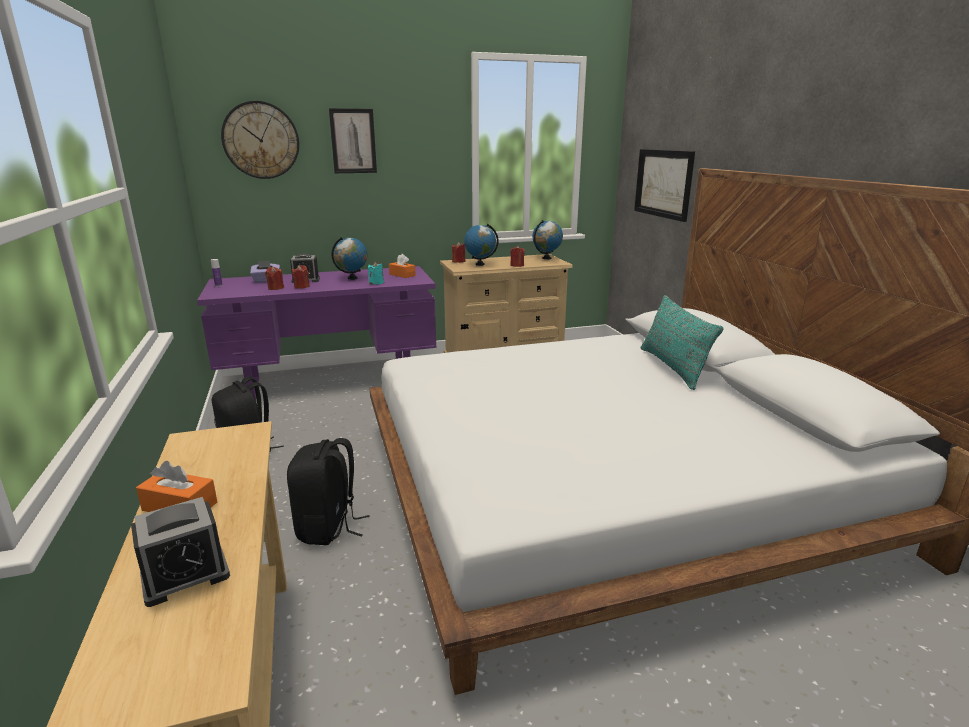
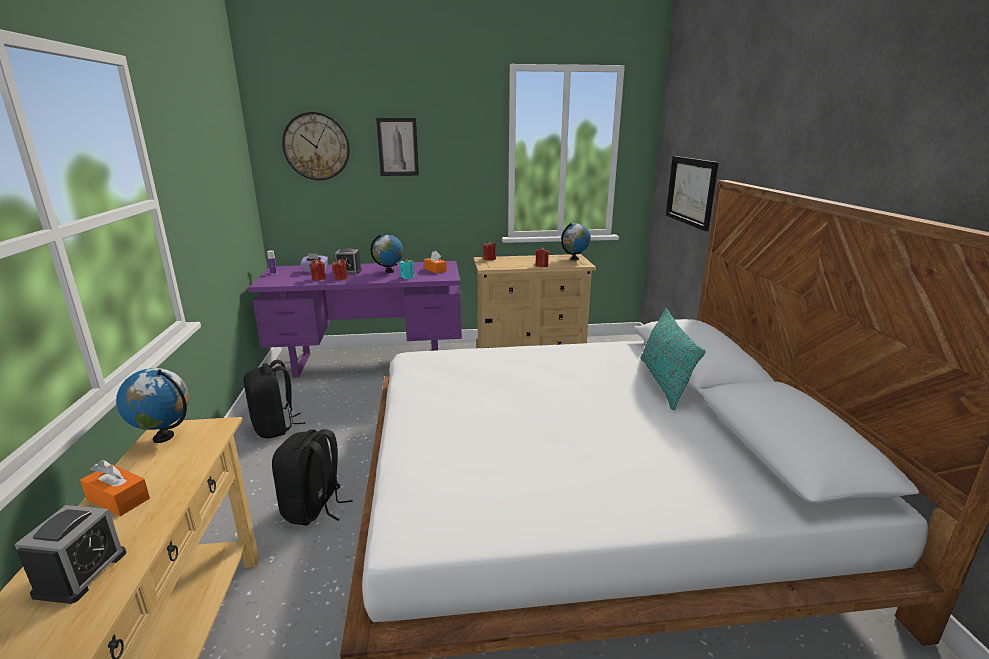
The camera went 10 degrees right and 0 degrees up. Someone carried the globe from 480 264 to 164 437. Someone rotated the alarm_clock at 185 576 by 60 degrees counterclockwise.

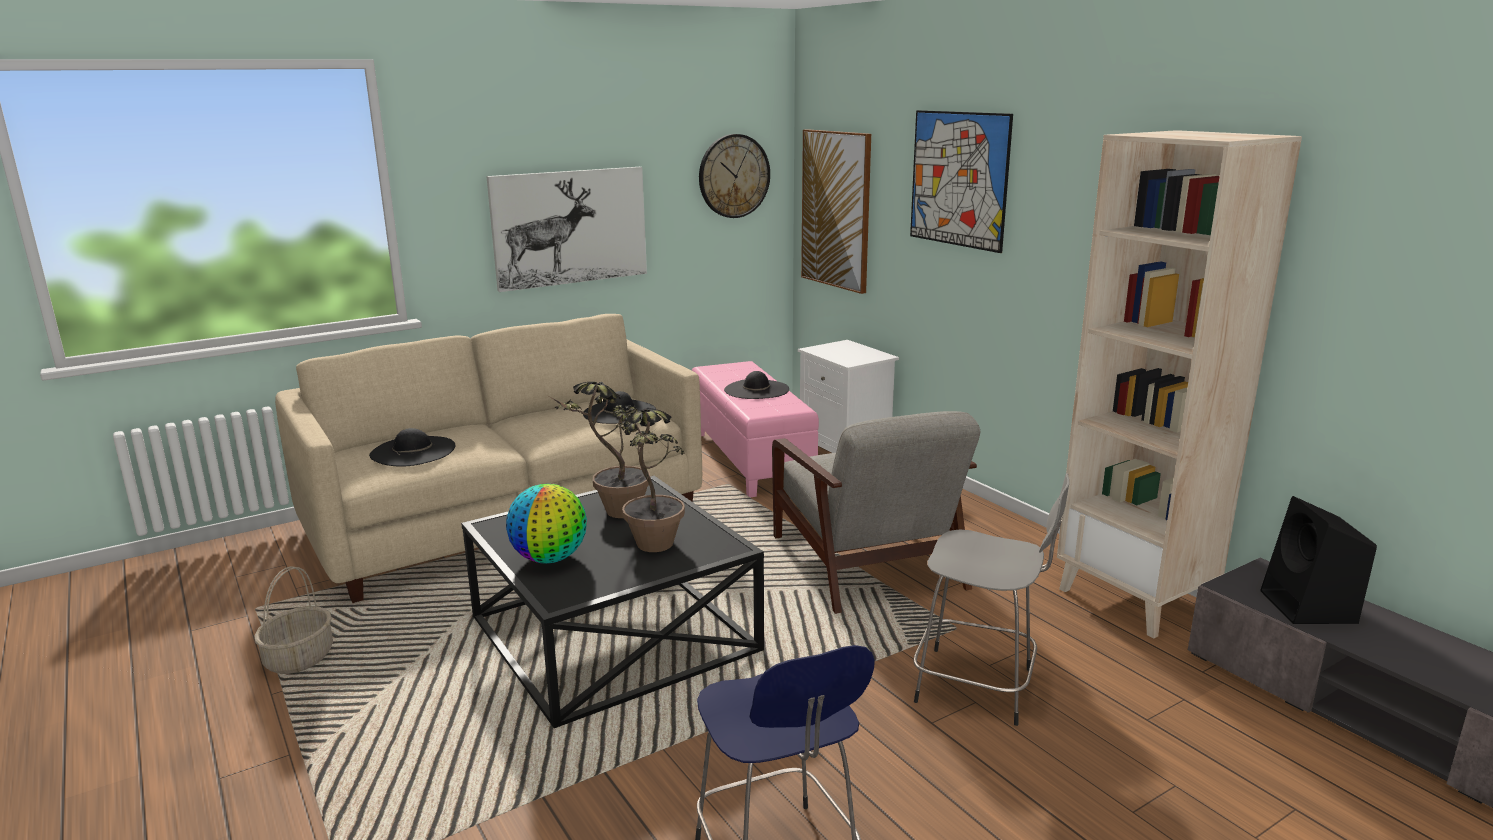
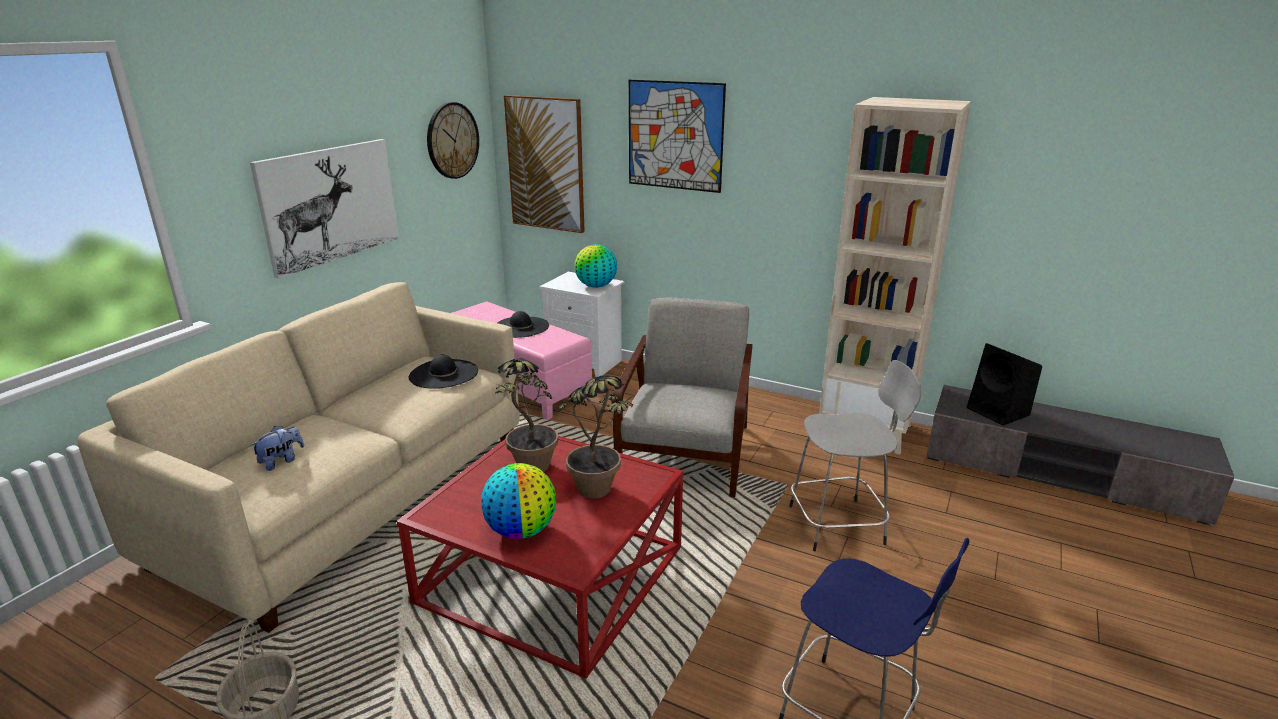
The camera went 30 degrees left and 5 degrees up. Someone rotated the grey_armchair at 868 563 by 120 degrees counterclockwise. Someone swapped the black_hat at 413 451 for the plush_toy at 281 461. Someone repainted the black_coffee_table at 613 633, which became the red_coffee_table at 551 574. Someone put down the globe at 596 286.

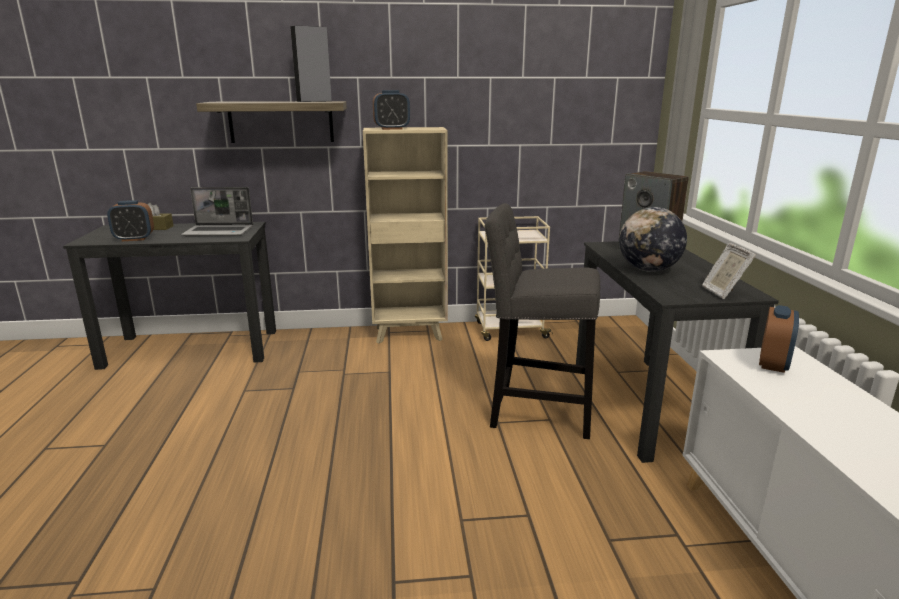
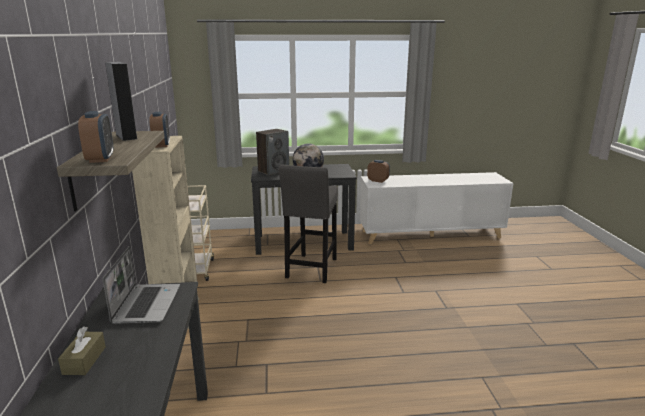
The camera went 90 degrees left and 0 degrees up. Someone carried the alarm_clock from 134 239 to 100 159. Someone took away the picture_frame at 723 292.

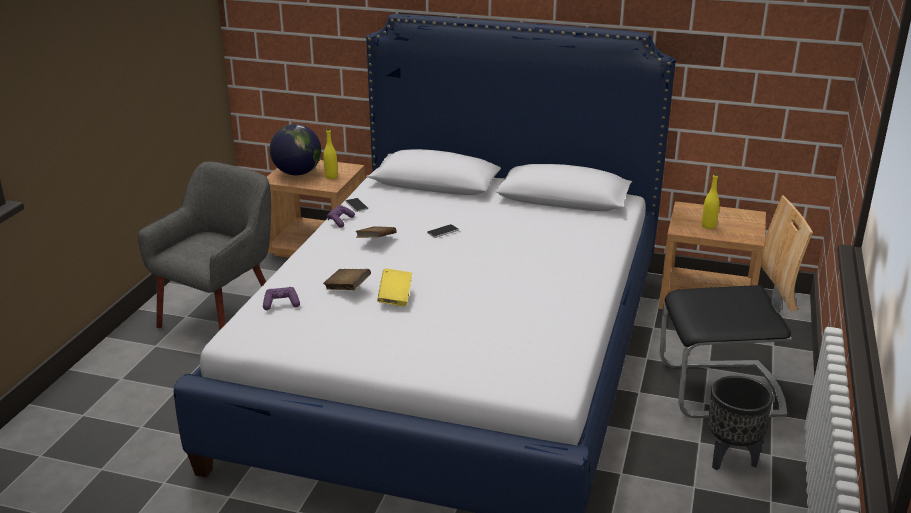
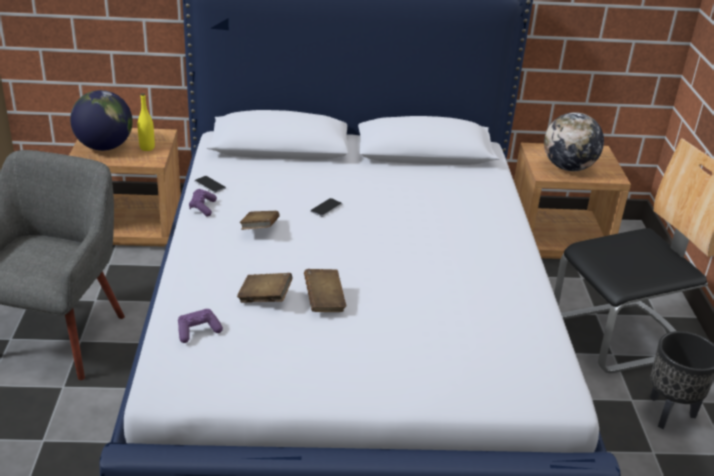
The camera went 20 degrees left and 5 degrees up. Someone swapped the yellow_bottle at 708 226 for the globe at 568 167. Someone repainted the yellow_book at 395 297, which became the brown_book at 324 301.

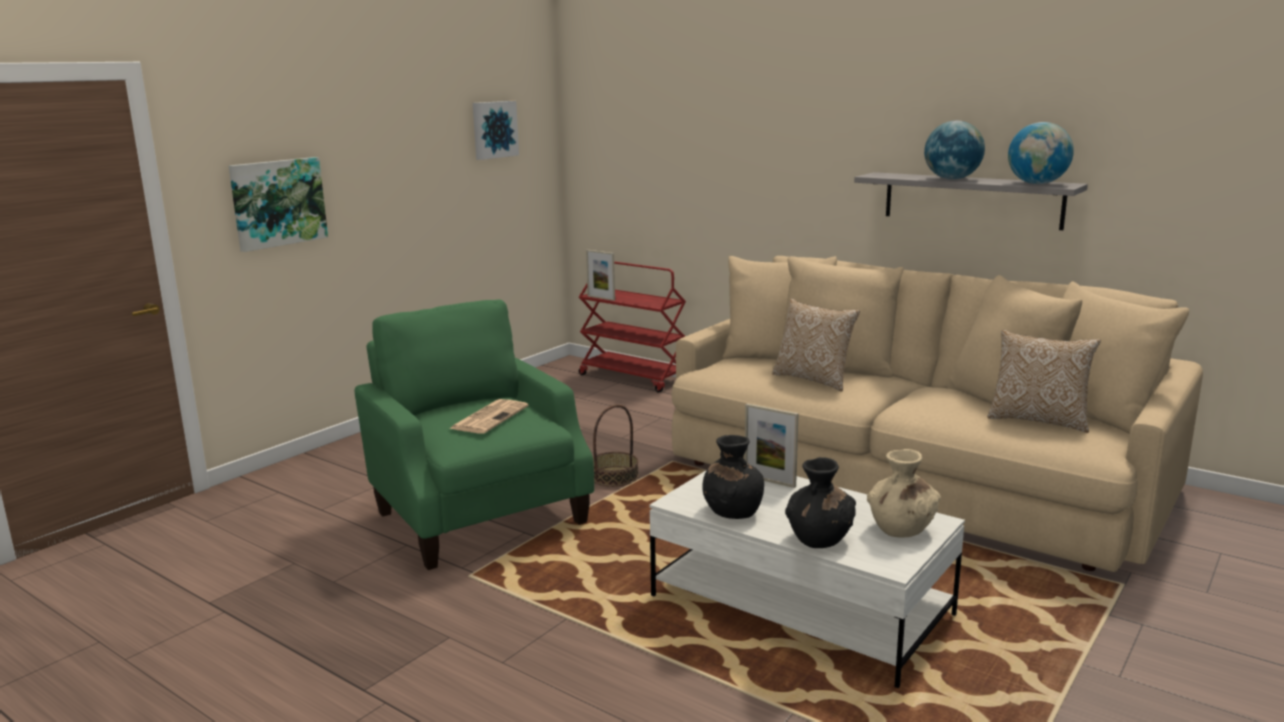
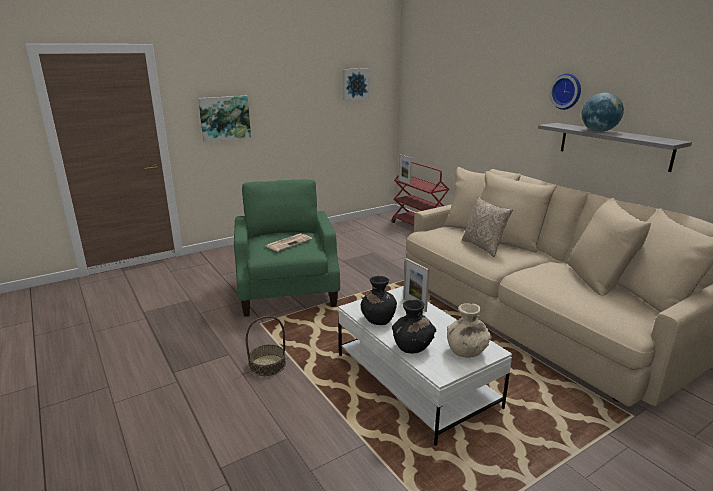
The camera went 20 degrees right and 5 degrees up. Someone took away the globe at 1037 183. Someone took away the pillow at 1038 420. Someone carried the basket from 614 476 to 267 365. Someone put up the wall_clock at 567 91.

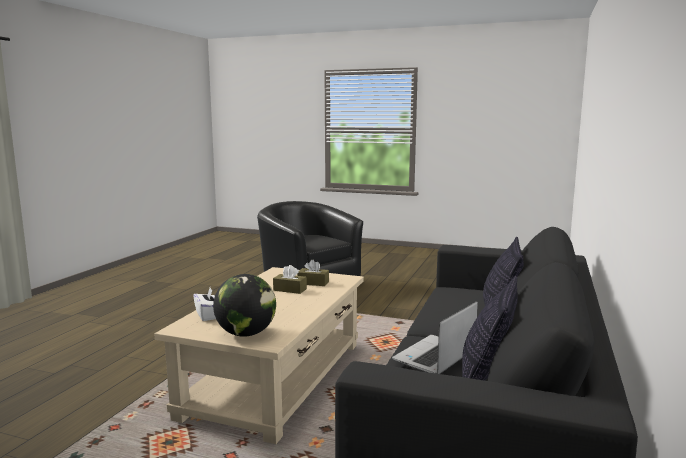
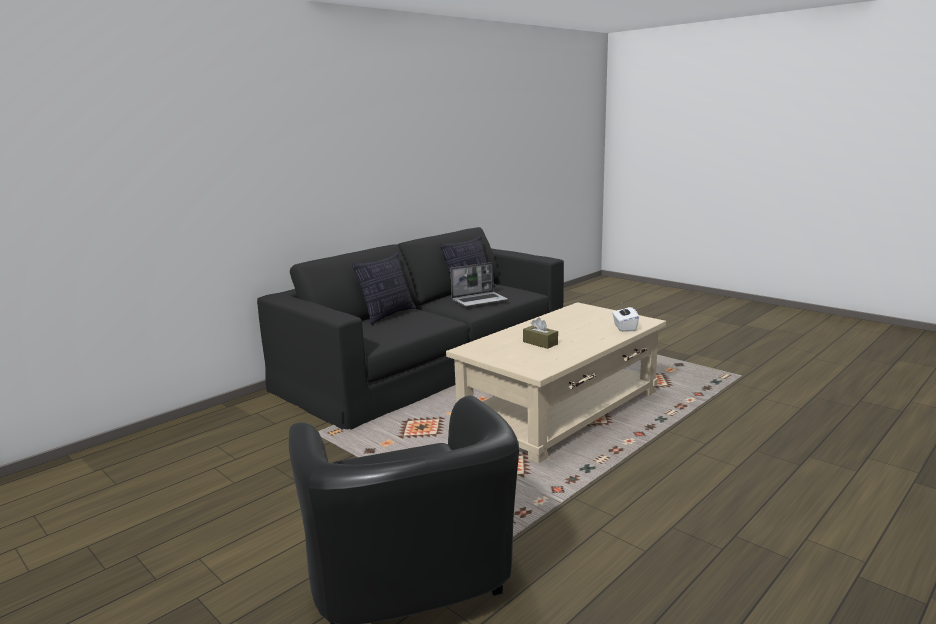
The camera went 155 degrees left and 5 degrees up. Someone took away the brown_tissue_box at 313 283. Someone took away the globe at 246 334.

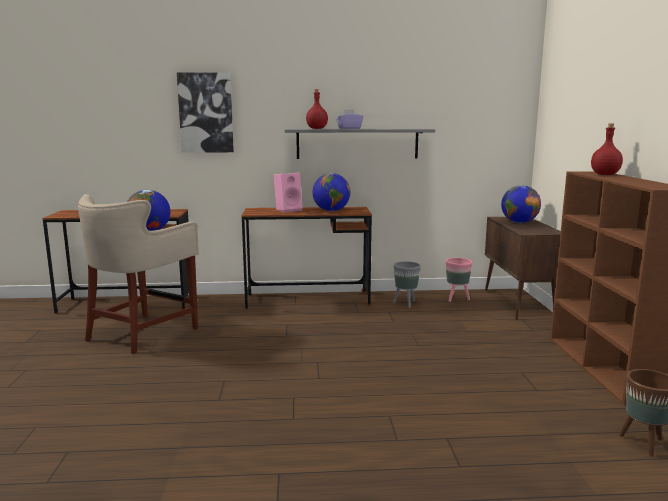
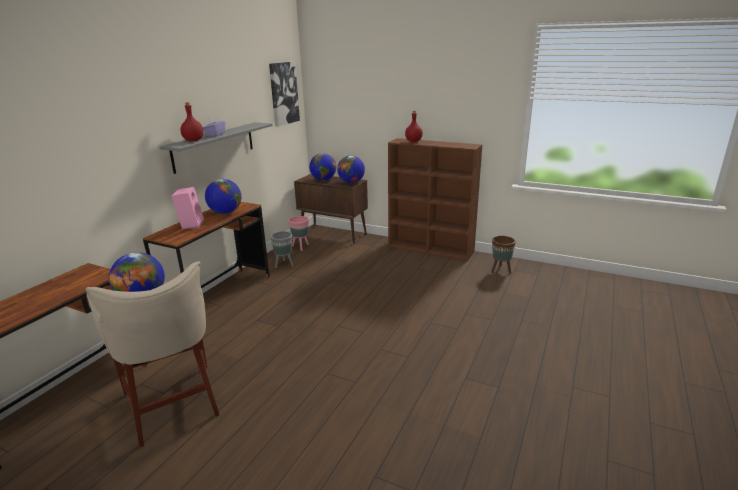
The camera went 60 degrees left and 10 degrees up. Someone carried the picture from 206 113 to 283 93. Someone put down the globe at 351 182.

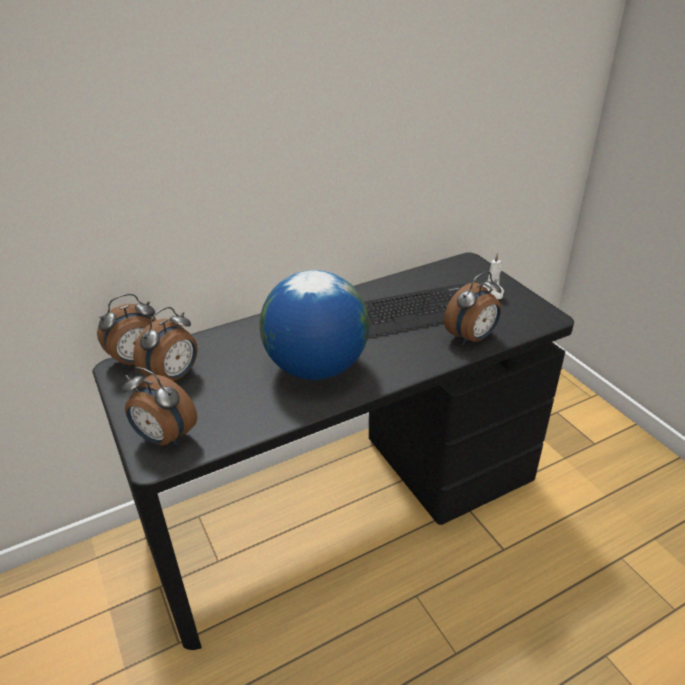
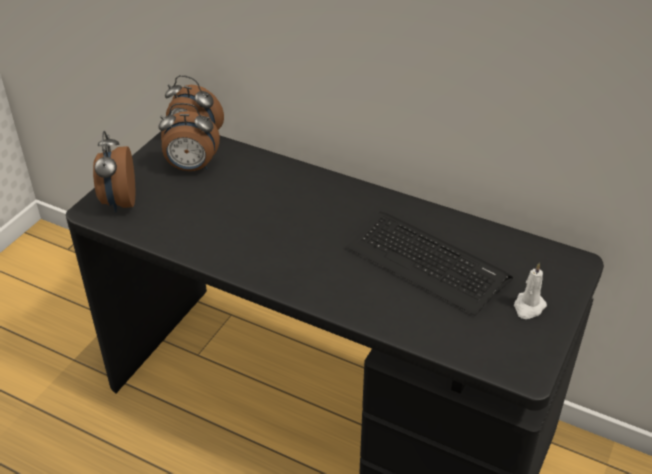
The camera went 55 degrees right and 5 degrees up. Someone took away the globe at 316 367. Someone took away the alarm_clock at 472 338.

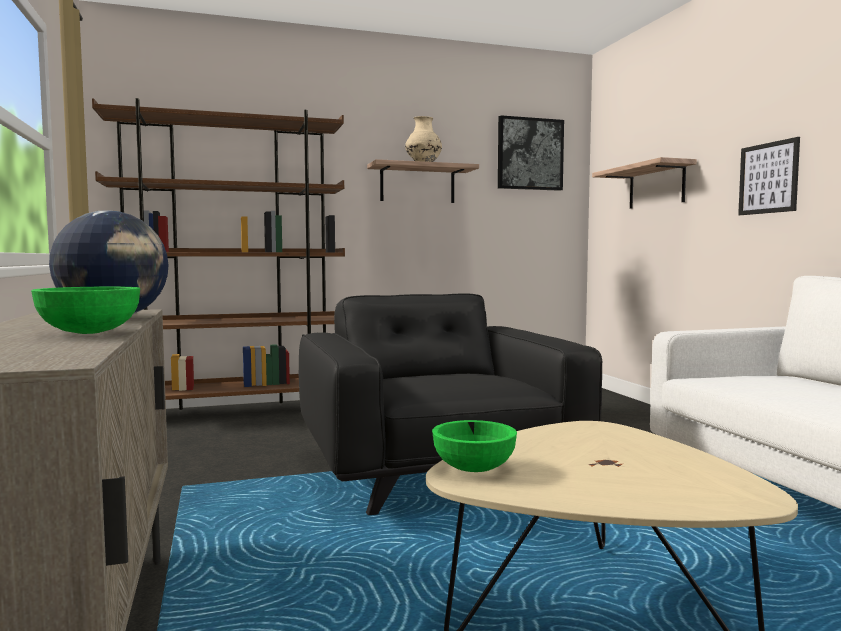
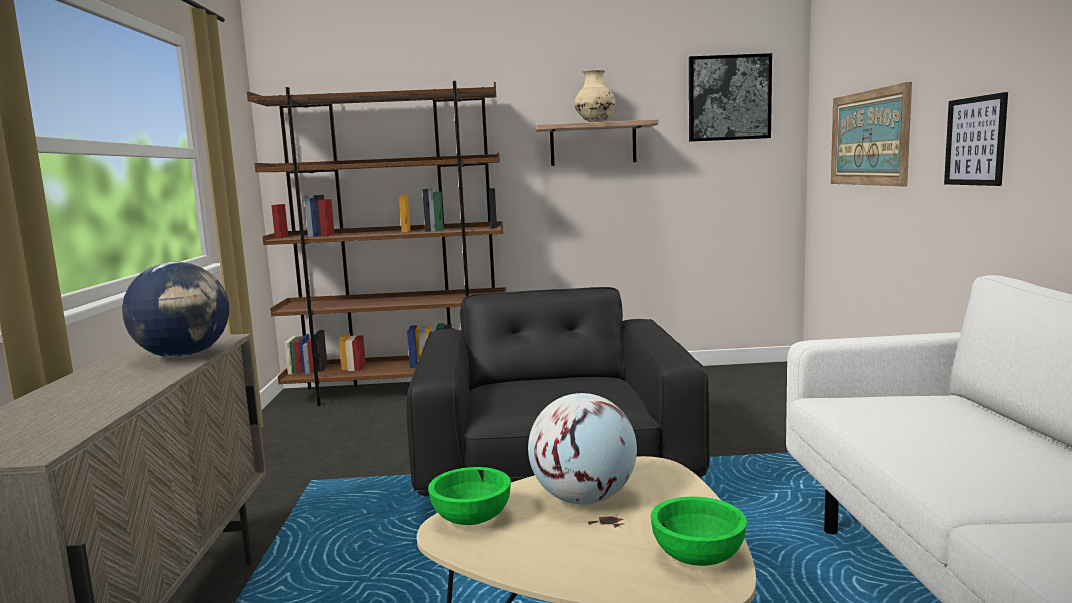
The camera went 15 degrees right and 5 degrees up. Someone swapped the shelf at 656 186 for the picture at 868 138. Someone carried the green_bowl from 89 332 to 697 556. Someone put down the globe at 583 499.

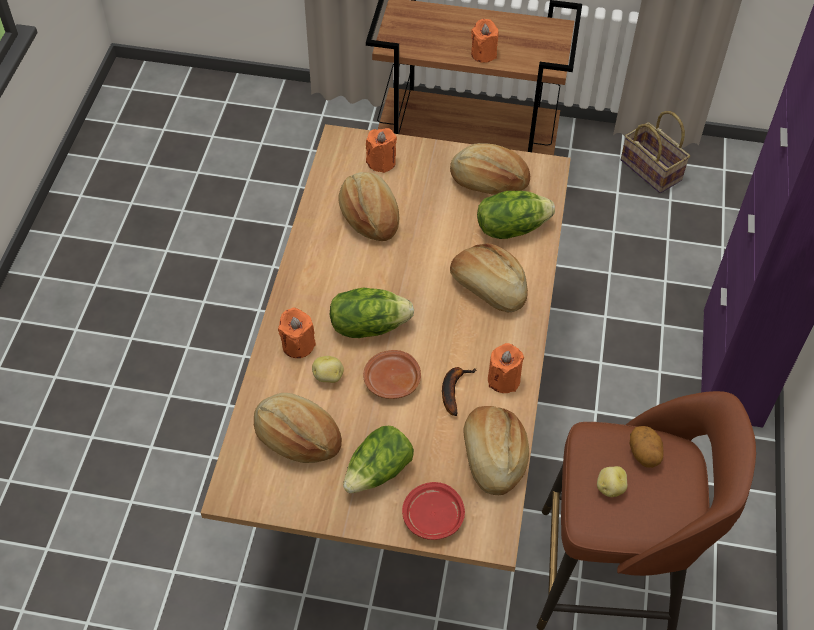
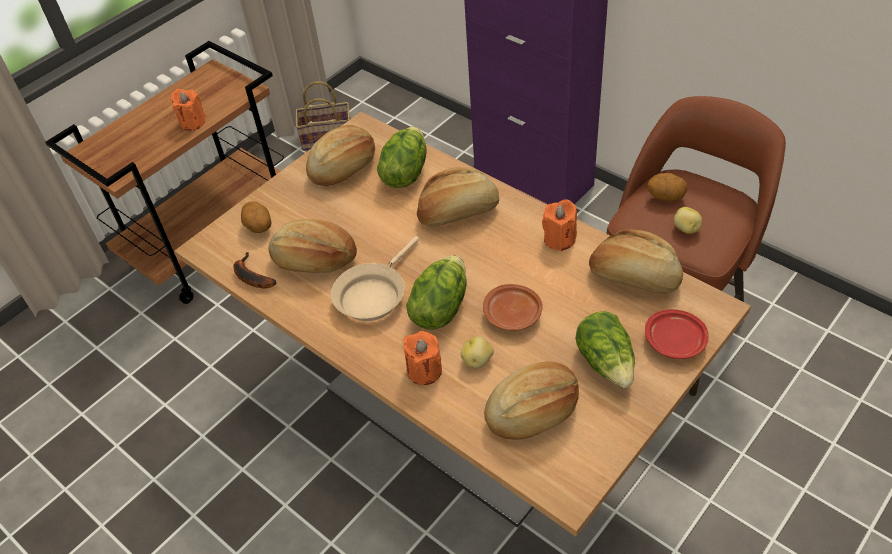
The camera went 55 degrees left and 5 degrees down. Someone swapped the orange_candle at 381 162 for the potato at 258 227. Someone carried the banana from 453 389 to 250 277. Someone put down the beige_frying_pan at 373 295.

